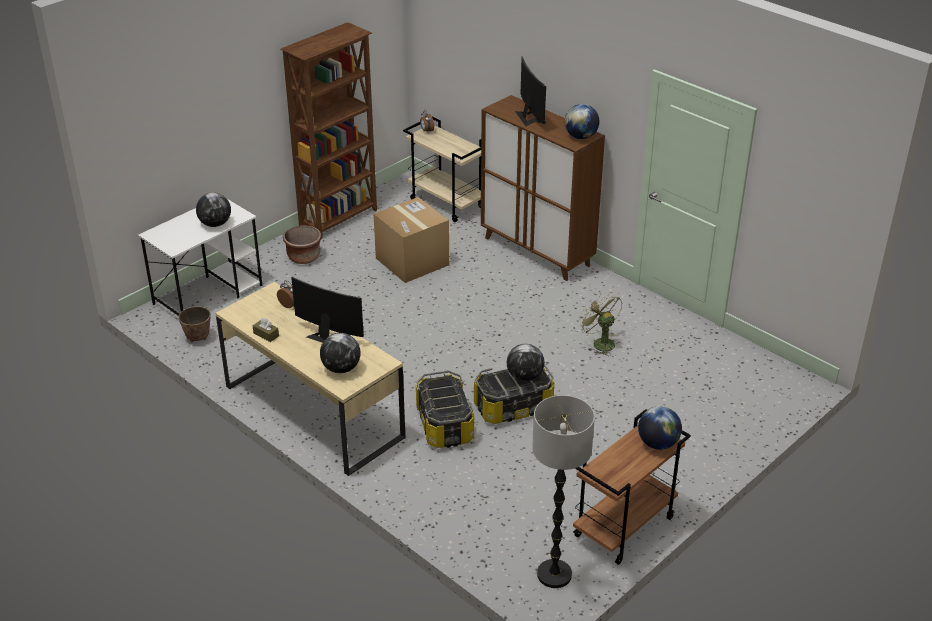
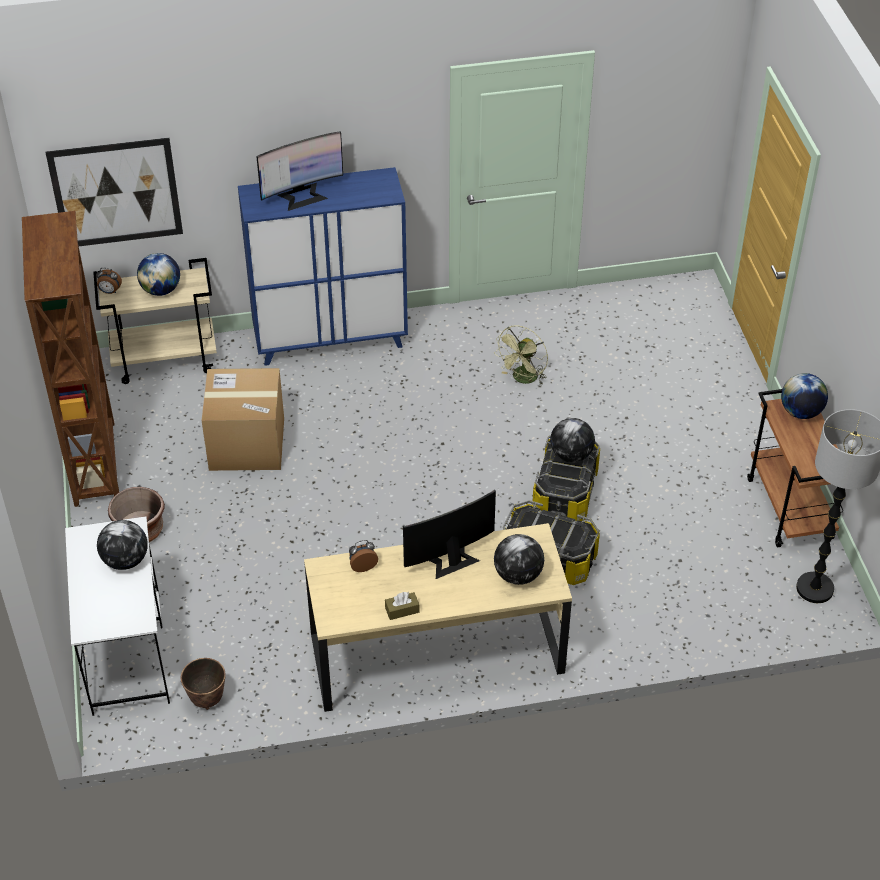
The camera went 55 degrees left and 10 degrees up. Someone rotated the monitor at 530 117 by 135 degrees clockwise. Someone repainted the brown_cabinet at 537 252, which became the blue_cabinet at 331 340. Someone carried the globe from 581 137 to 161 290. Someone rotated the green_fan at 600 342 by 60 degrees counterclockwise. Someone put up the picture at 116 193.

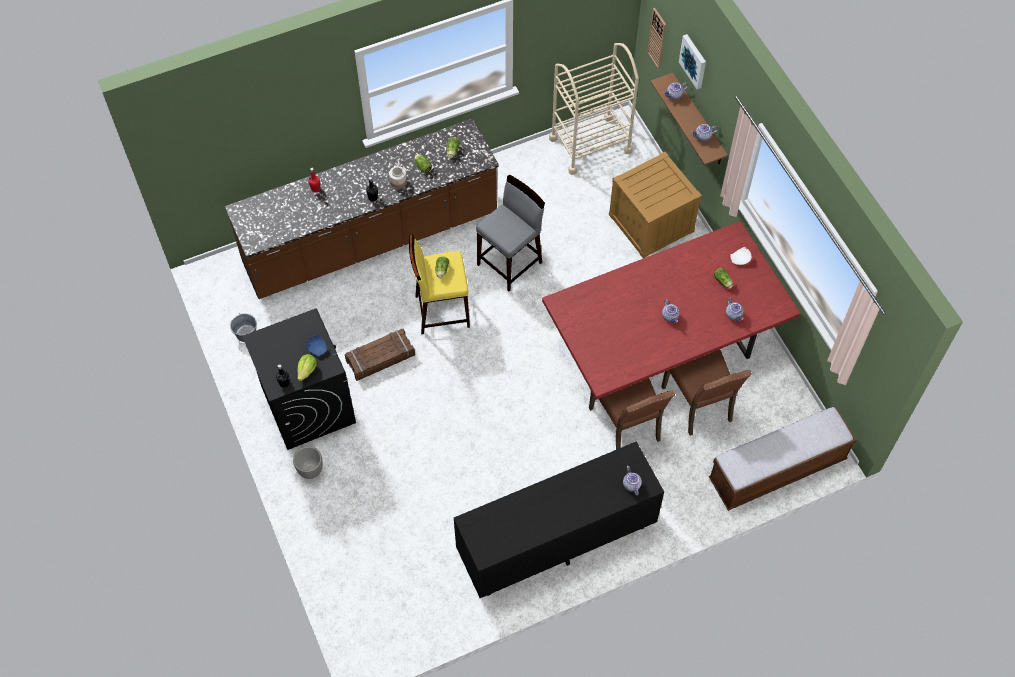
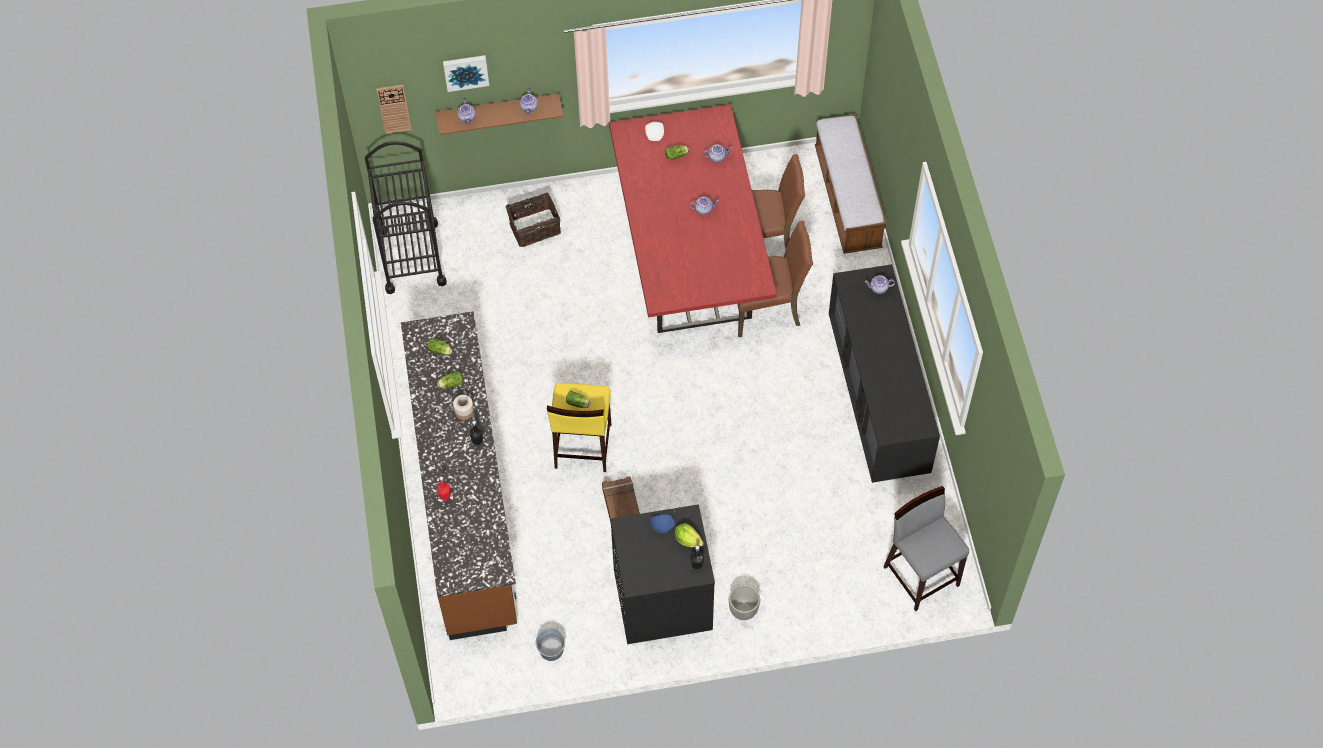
The camera went 75 degrees left and 0 degrees up. Someone repainted the beige_cart at 590 144, which became the black_cart at 411 257. Someone swapped the crate at 651 223 for the basket at 534 227. Someone carried the grey_stool from 510 263 to 921 575.

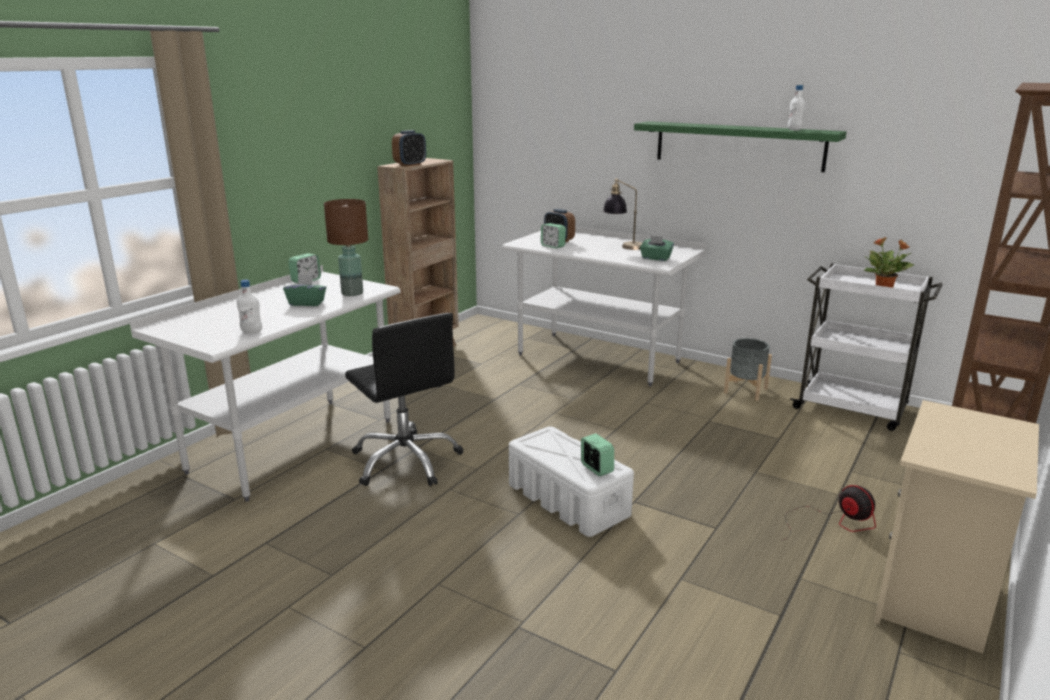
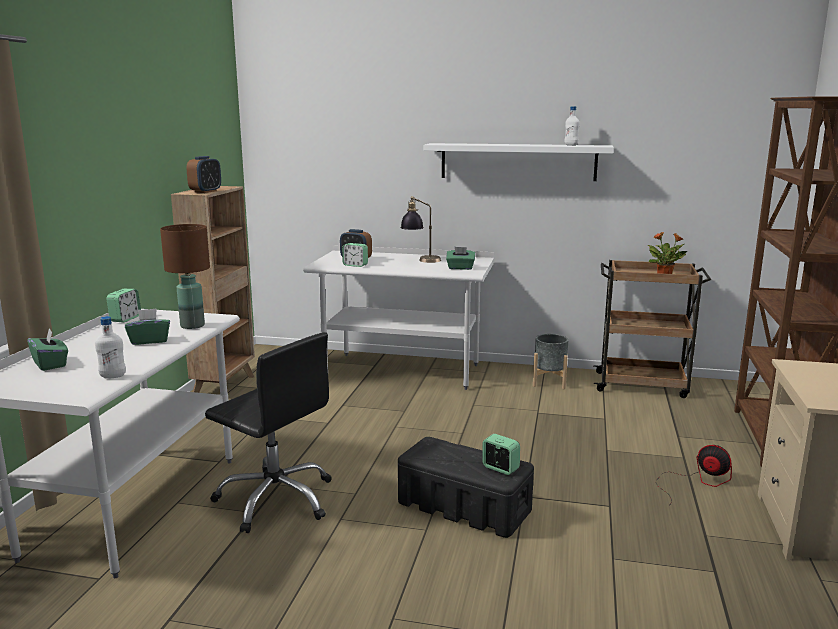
The camera went 20 degrees left and 5 degrees down. Someone repainted the green_shelf at 738 145, which became the white_shelf at 518 161. Someone repainted the white_cart at 852 409, which became the brown_cart at 642 385. Someone repainted the white_storage_box at 567 500, which became the black_storage_box at 463 507. Someone put down the green_tissue_box at 50 364.

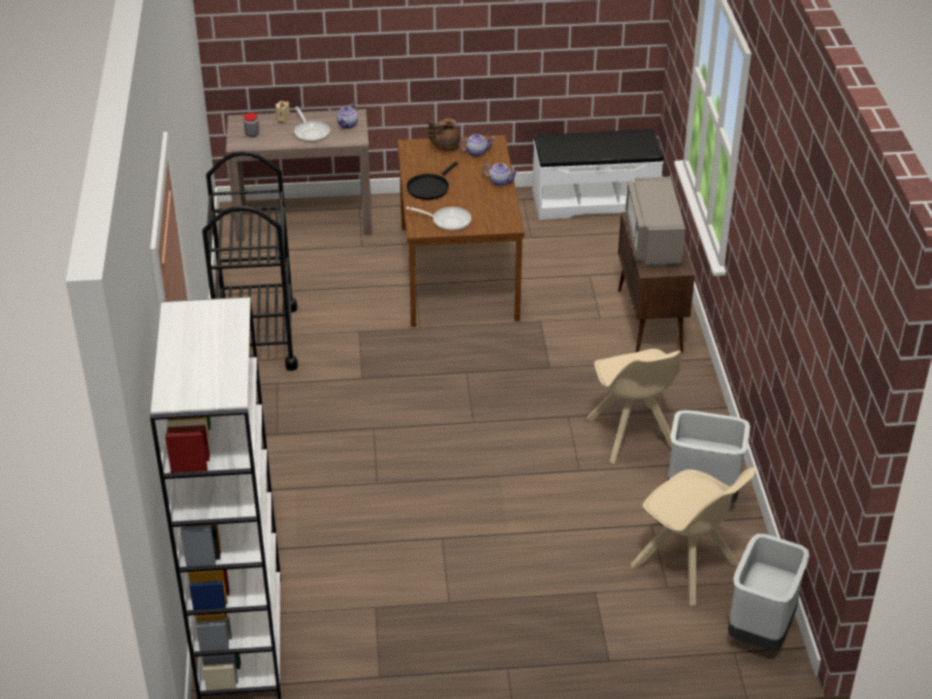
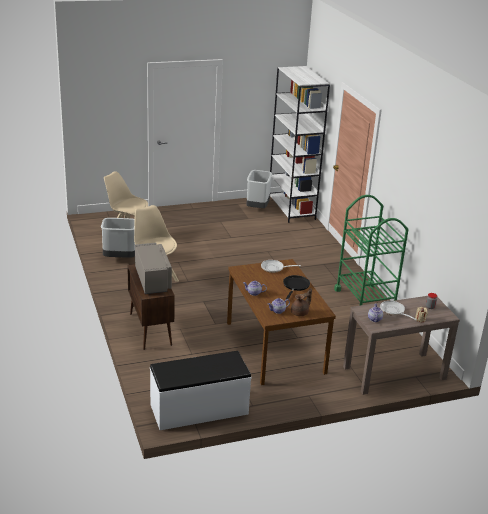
The camera went 165 degrees right and 10 degrees down. Someone repainted the black_cart at 257 339, which became the green_cart at 365 301. Someone carried the grey_trash_can from 761 630 to 257 207.

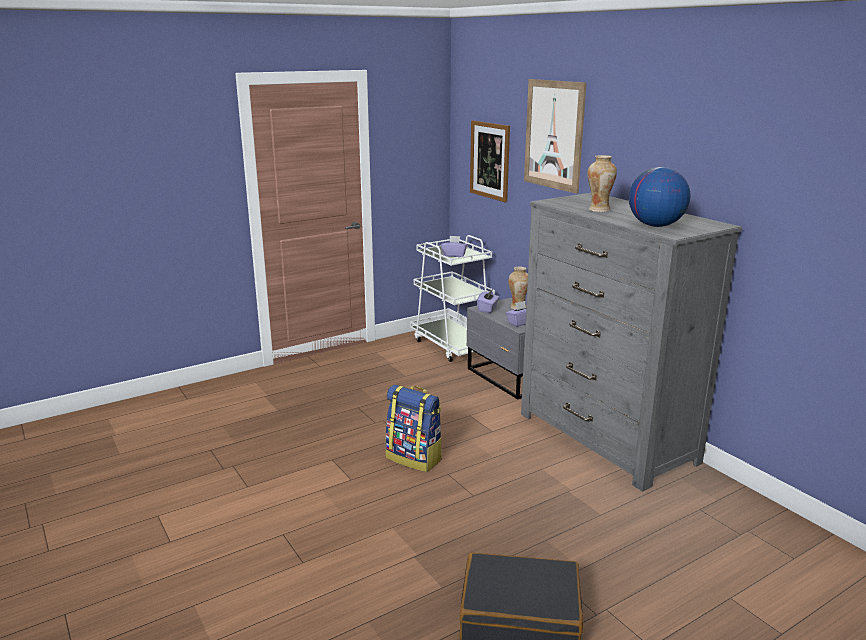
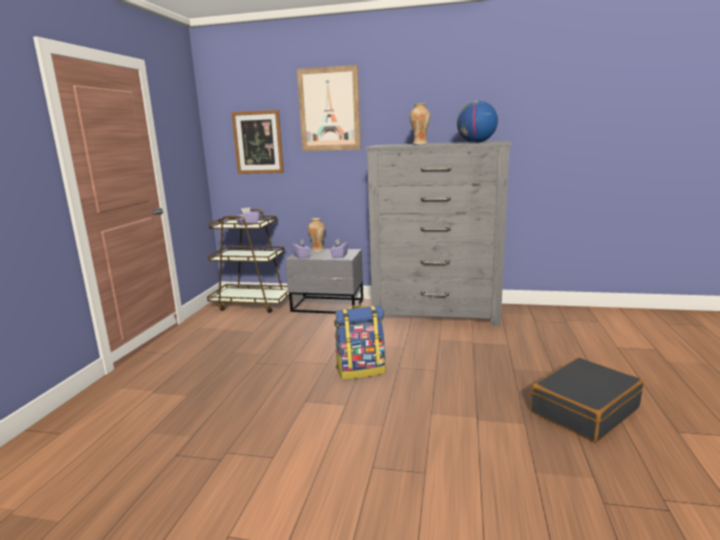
The camera went 45 degrees left and 5 degrees down. Someone repainted the white_cart at 452 345, which became the brown_cart at 252 304.

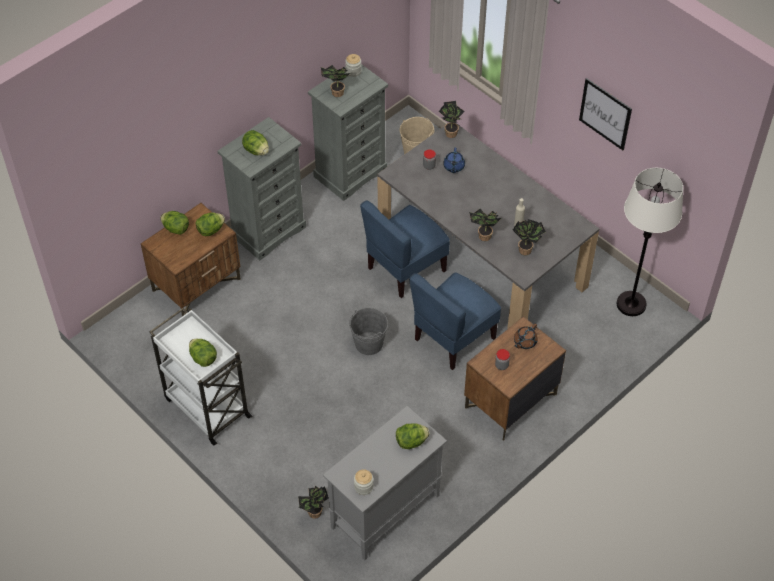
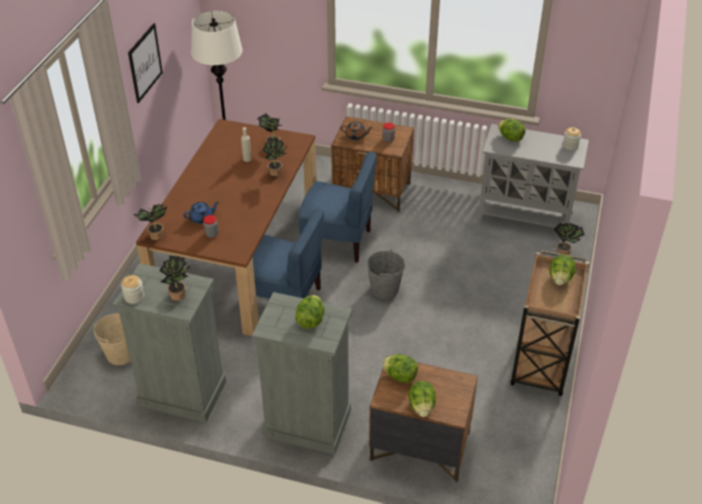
The camera went 120 degrees left and 10 degrees down. Someone repainted the grey_dining_table at 481 260, which became the brown_dining_table at 239 256. Someone repainted the white_cart at 206 406, which became the brown_cart at 541 364.

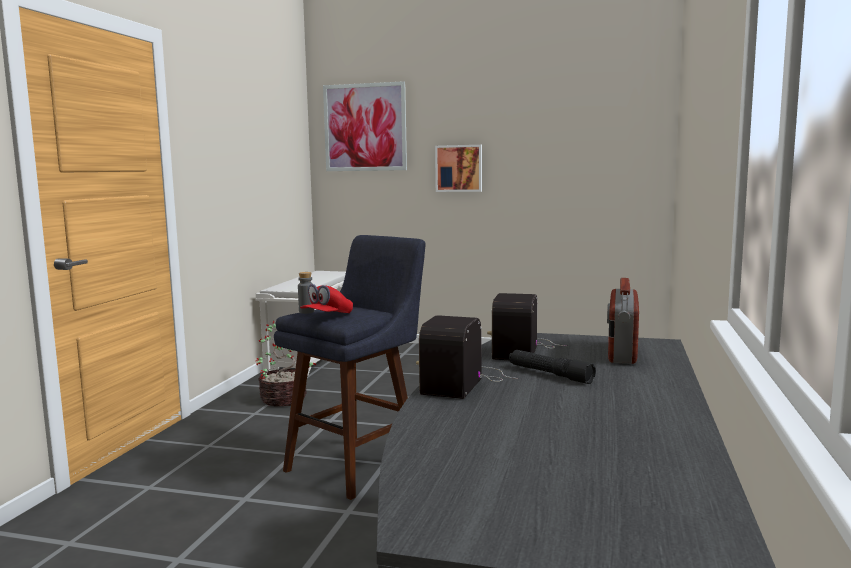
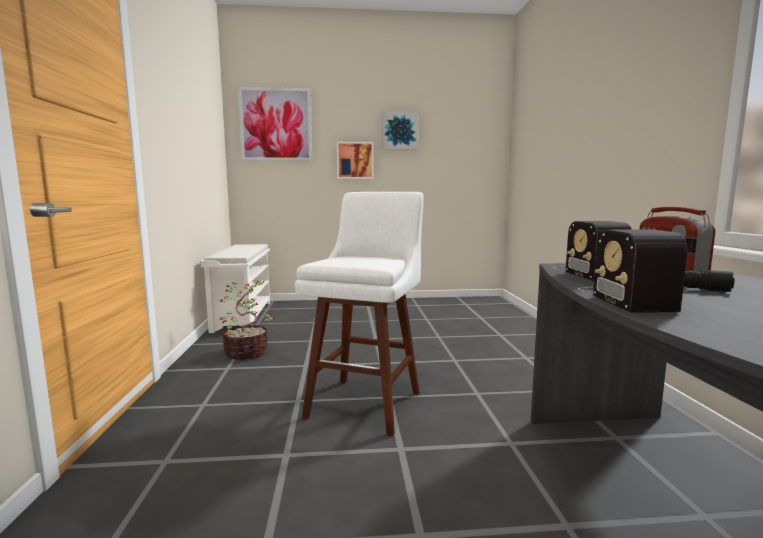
The camera went 20 degrees left and 0 degrees up. Someone repainted the blue_stool at 358 464, which became the white_stool at 367 401. Someone took away the grey_bottle at 306 312. Someone took away the red_cap at 327 317. Someone put up the picture at 400 131.

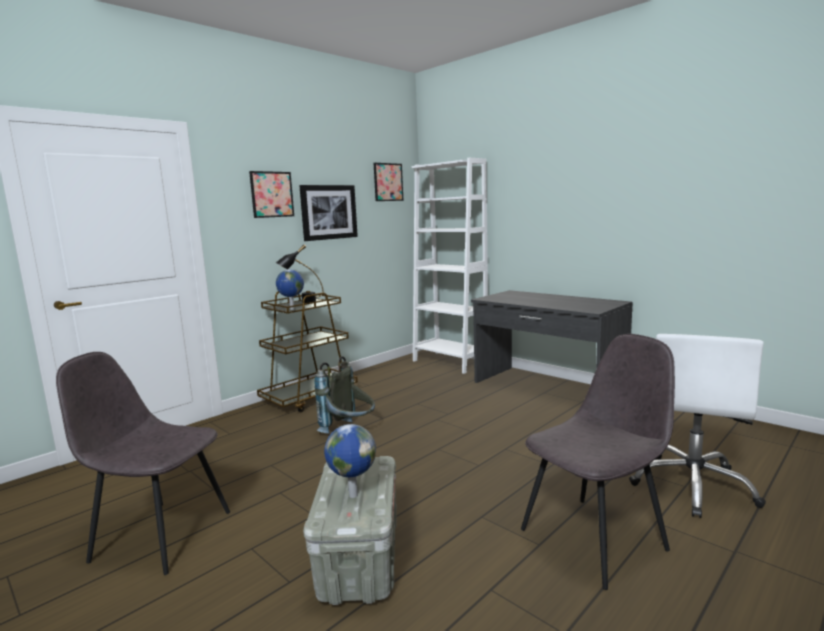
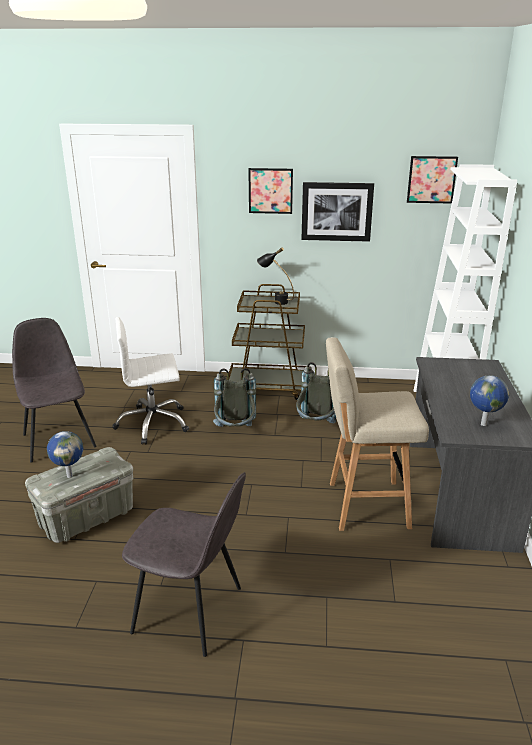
The camera went 50 degrees right and 15 degrees up. Someone carried the globe from 291 309 to 482 424. Someone carried the white_office_chair from 693 486 to 153 424. Someone put down the beige_stool at 364 505. Someone put down the grey_backpack at 316 427.

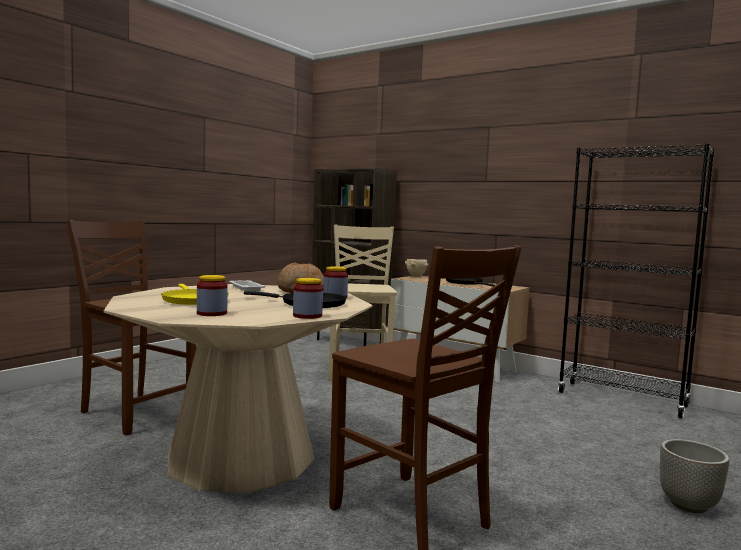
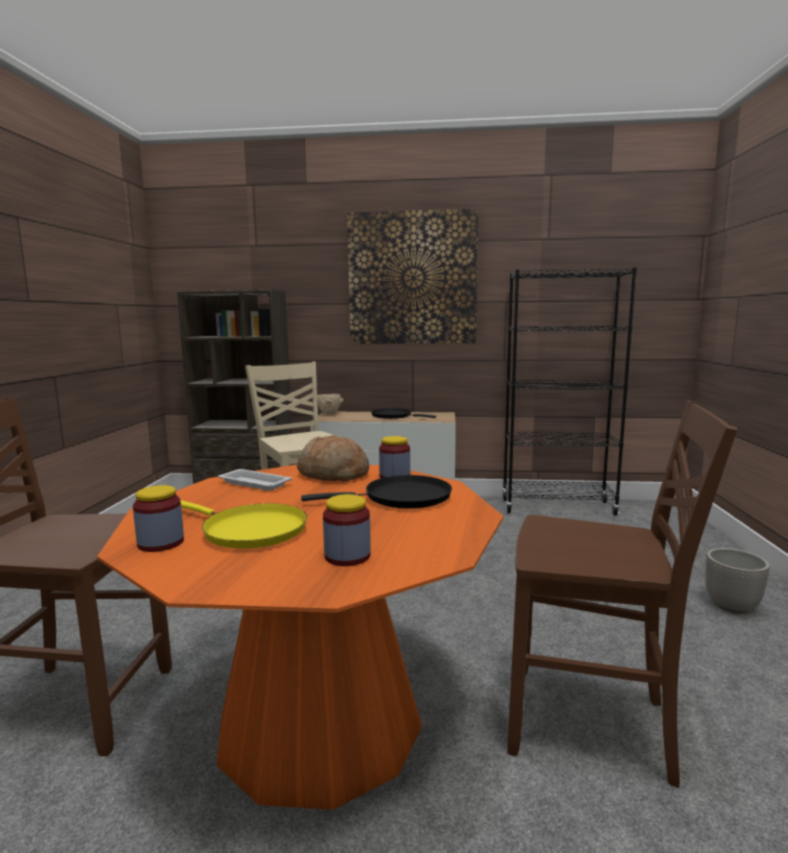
The camera went 30 degrees left and 5 degrees up. Someone carried the jar from 307 316 to 161 543. Someone repainted the beige_dining_table at 241 457, which became the orange_dining_table at 320 722. Someone put up the picture at 412 278.

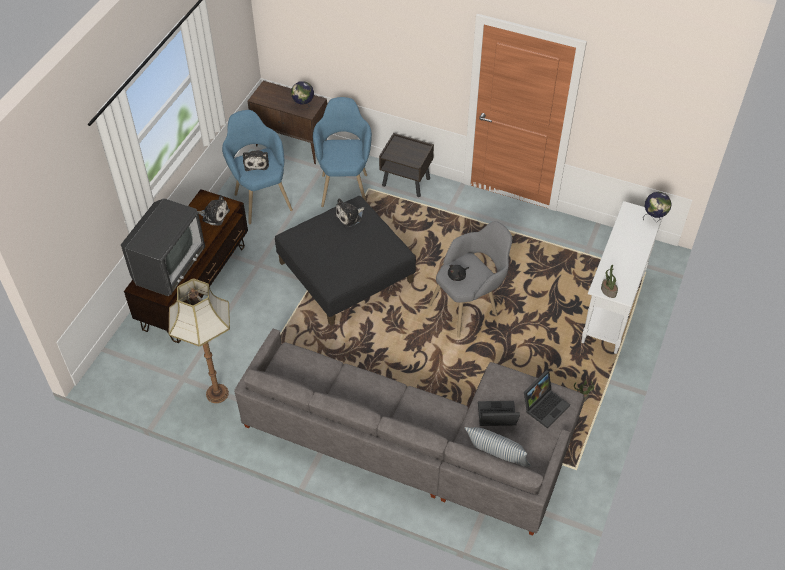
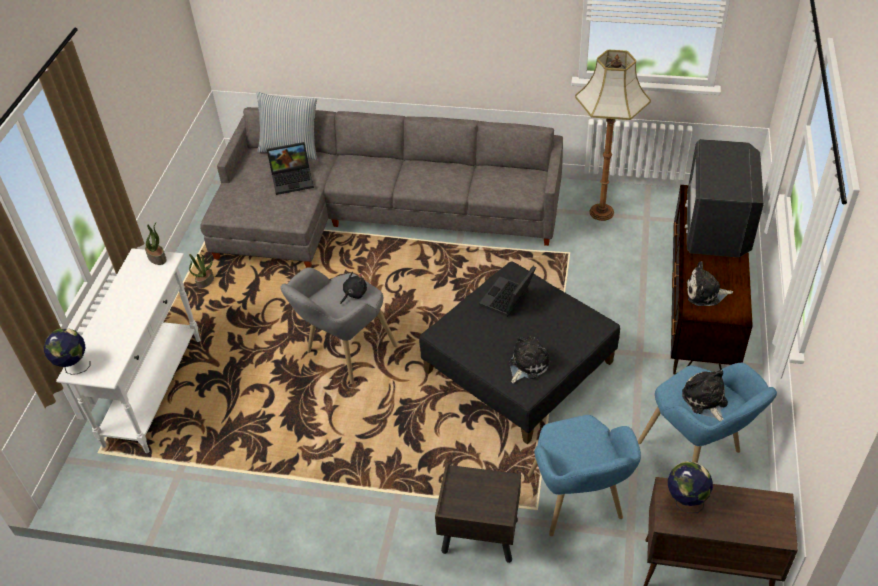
The camera went 170 degrees right and 5 degrees down. Someone carried the laptop from 545 405 to 507 300.

